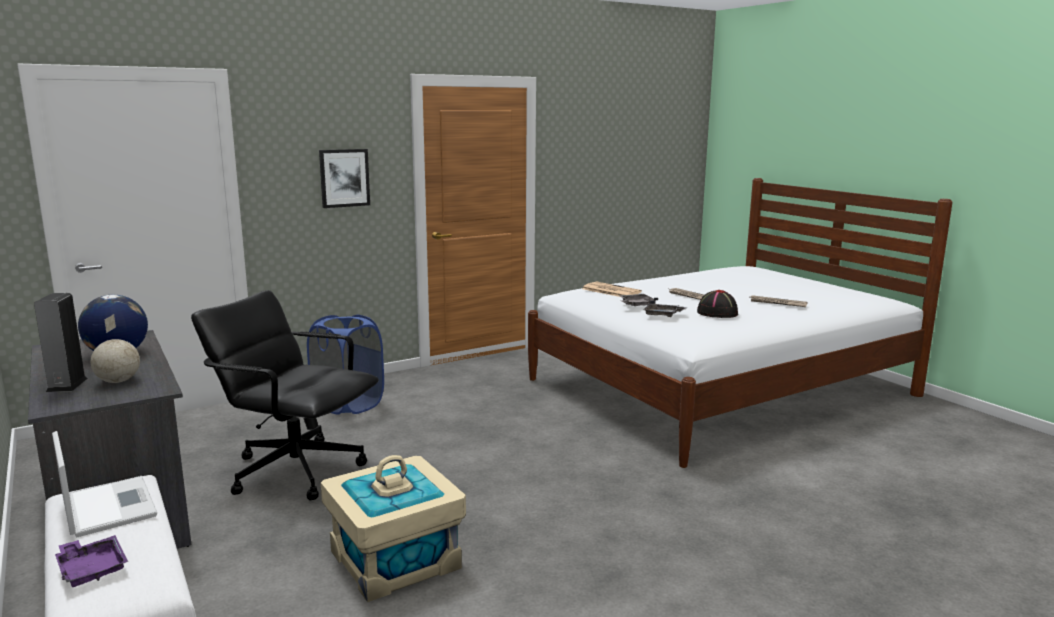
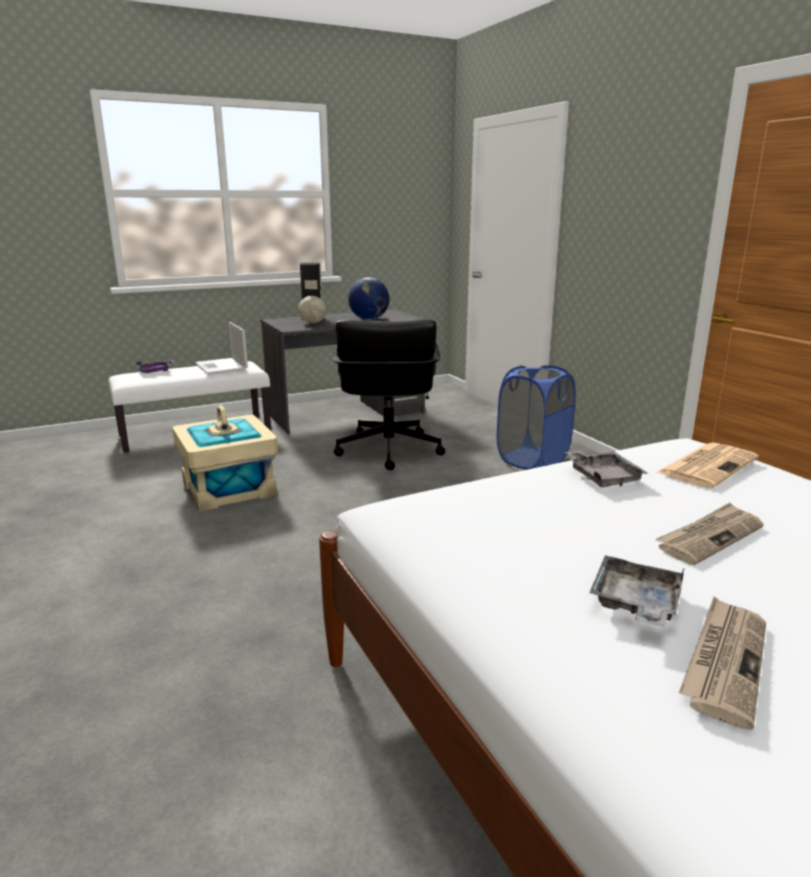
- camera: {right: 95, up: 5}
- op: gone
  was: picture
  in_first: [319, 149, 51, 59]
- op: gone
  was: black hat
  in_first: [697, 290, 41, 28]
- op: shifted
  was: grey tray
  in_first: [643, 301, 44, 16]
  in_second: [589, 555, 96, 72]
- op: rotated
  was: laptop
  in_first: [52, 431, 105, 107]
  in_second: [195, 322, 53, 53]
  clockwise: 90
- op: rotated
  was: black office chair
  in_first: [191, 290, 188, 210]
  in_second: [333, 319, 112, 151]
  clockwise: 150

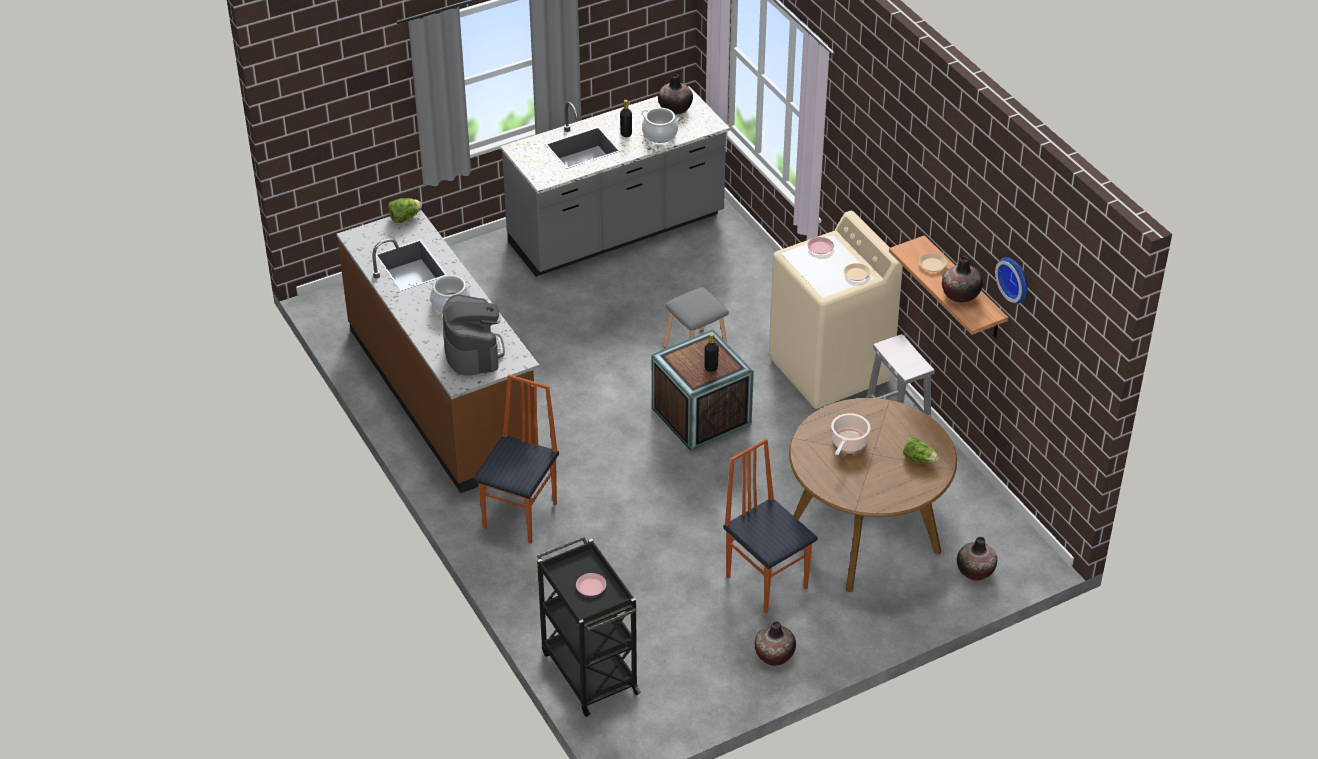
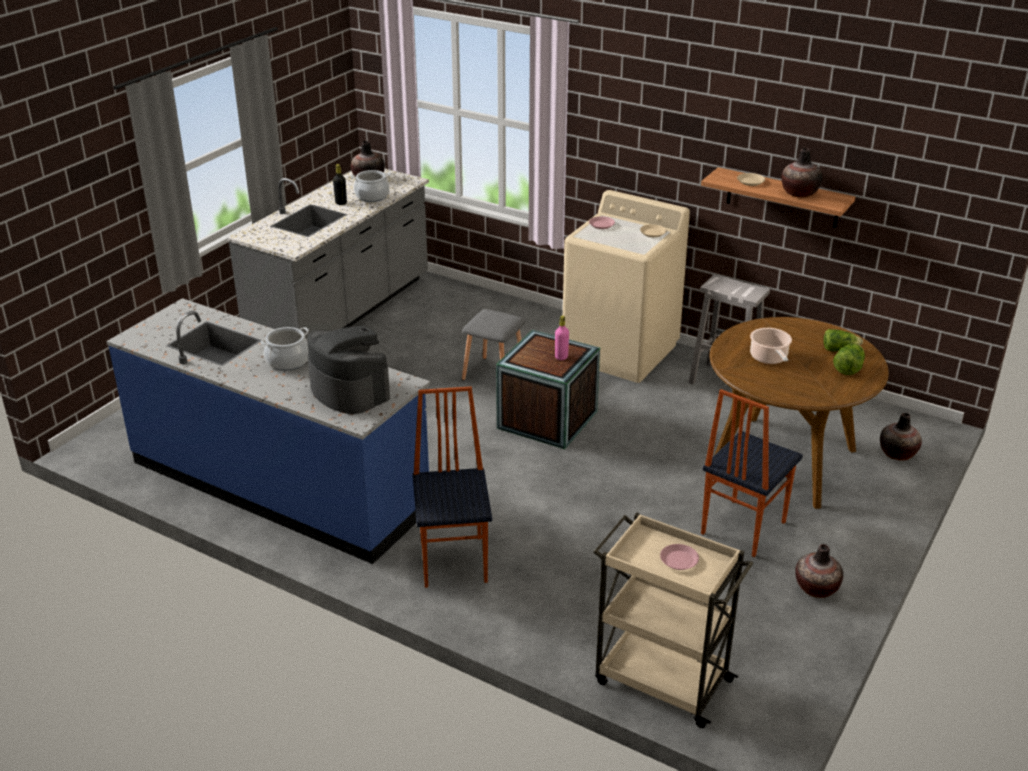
- camera: {right: -30, up: -10}
- op: gone
  was: wall clock
  in_first: [995, 257, 33, 47]
- op: shifted
  was: lettuce
  in_first: [388, 198, 34, 25]
  in_second: [833, 344, 32, 31]
- op: repainted
  was: brown counter
  now: blue counter
  in_first: [337, 210, 202, 283]
  in_second: [106, 298, 324, 266]
- op: repainted
  was: black cart
  now: beige cart
  in_first: [537, 537, 104, 180]
  in_second: [594, 513, 159, 215]
- op: repainted
  was: black bottle
  now: pink bottle
  in_first: [705, 334, 14, 38]
  in_second: [555, 316, 14, 44]
- op: rotated
  was: chair
  in_first: [723, 439, 95, 174]
  in_second: [701, 389, 102, 168]
  clockwise: -75

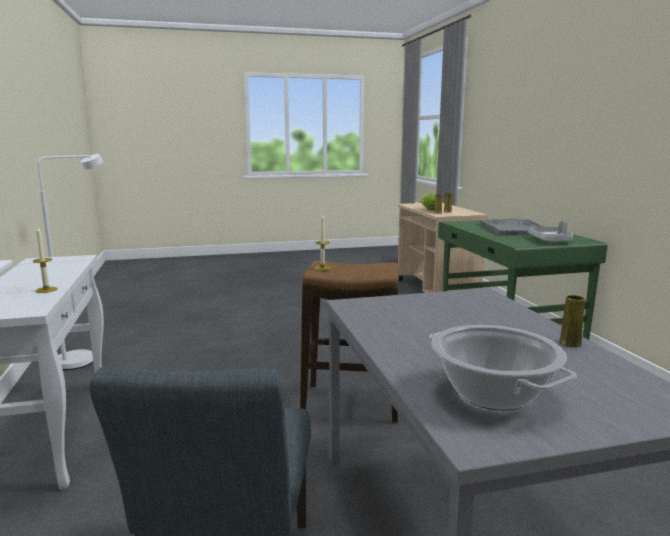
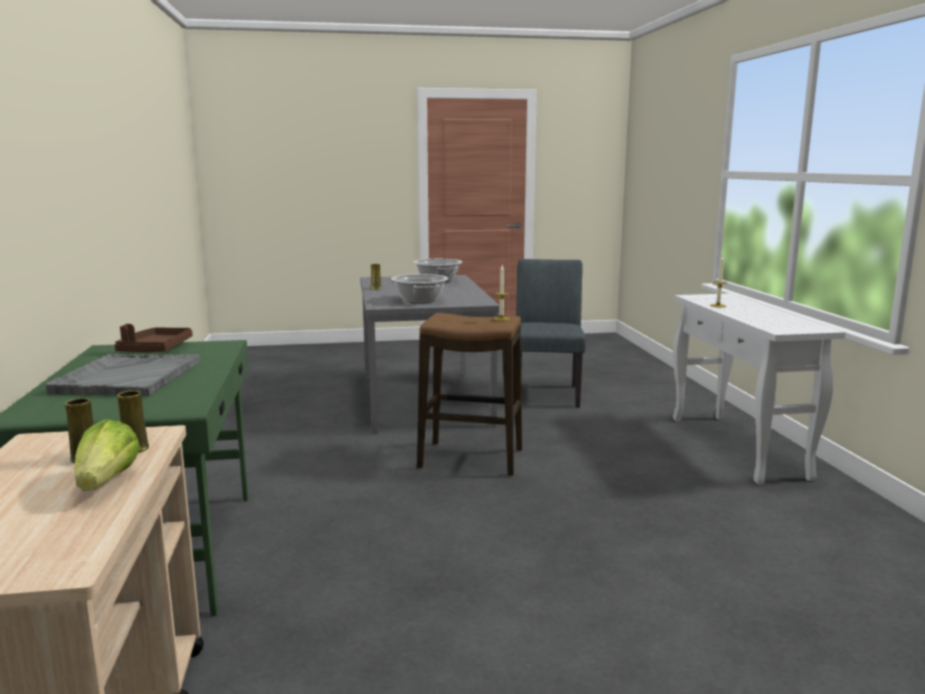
- camera: {right: -175, up: 0}
- op: gone
  was: white floor lamp
  in_first: [38, 154, 65, 216]
- op: new
  now: cooking pot
  in_second: [391, 274, 57, 30]
- op: repainted
  was: grey tray
  now: brown tray
  in_first: [527, 221, 46, 21]
  in_second: [114, 324, 78, 28]

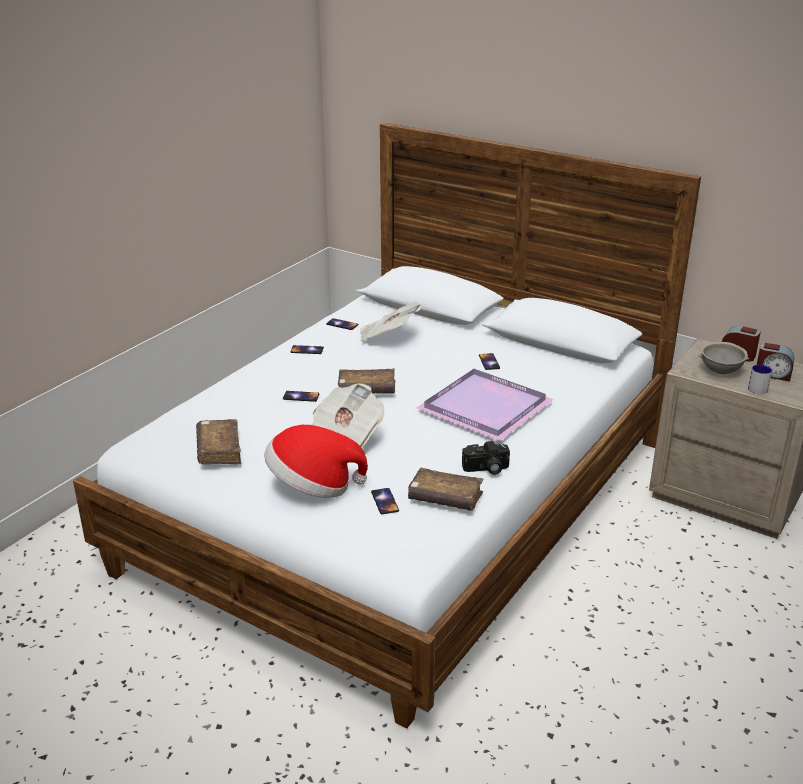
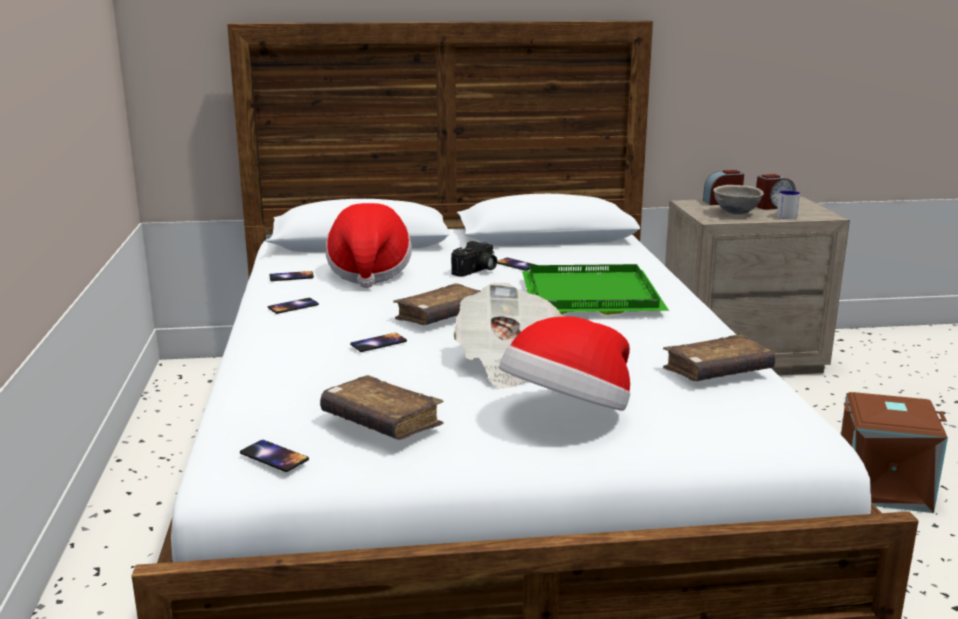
- camera: {right: -40, up: -10}
- op: new
  now: brown storage box
  in_second: [841, 392, 107, 121]
- op: shifted
  was: phone
  in_first: [371, 488, 28, 26]
  in_second: [240, 440, 69, 32]
- op: shifted
  was: photo camera
  in_first: [462, 441, 48, 34]
  in_second: [451, 241, 46, 36]
- op: swapped
  was: newspaper
  now: hat
  in_first: [360, 302, 62, 39]
  in_second: [326, 203, 86, 85]
- op: repainted
  was: purple tray
  now: green tray
  in_first: [416, 369, 138, 72]
  in_second: [522, 264, 147, 51]

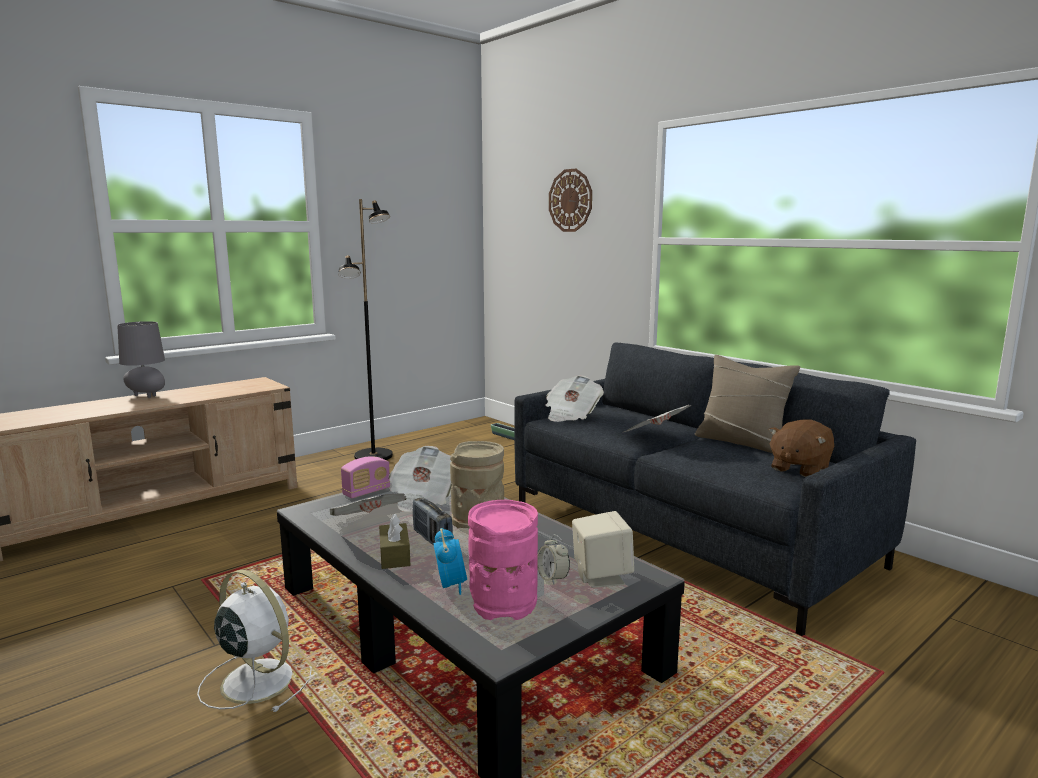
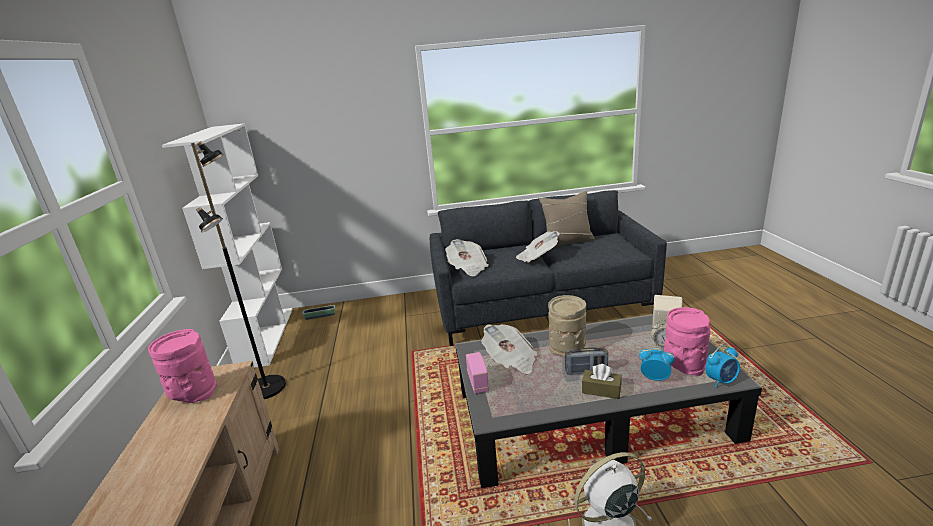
- camera: {right: -55, up: 10}
- op: gone
  was: grey table lamp
  in_first: [117, 321, 48, 77]
- op: gone
  was: newspaper
  in_first: [329, 493, 78, 23]
- op: gone
  was: wall clock
  in_first: [549, 169, 43, 63]
- op: gone
  was: brown plush toy
  in_first: [769, 420, 65, 57]
- op: new
  now: pink vase
  in_second: [148, 329, 69, 74]
- op: new
  now: white bookcase
  in_second: [162, 123, 131, 245]
- op: new
  now: alarm clock
  in_second: [706, 345, 34, 43]

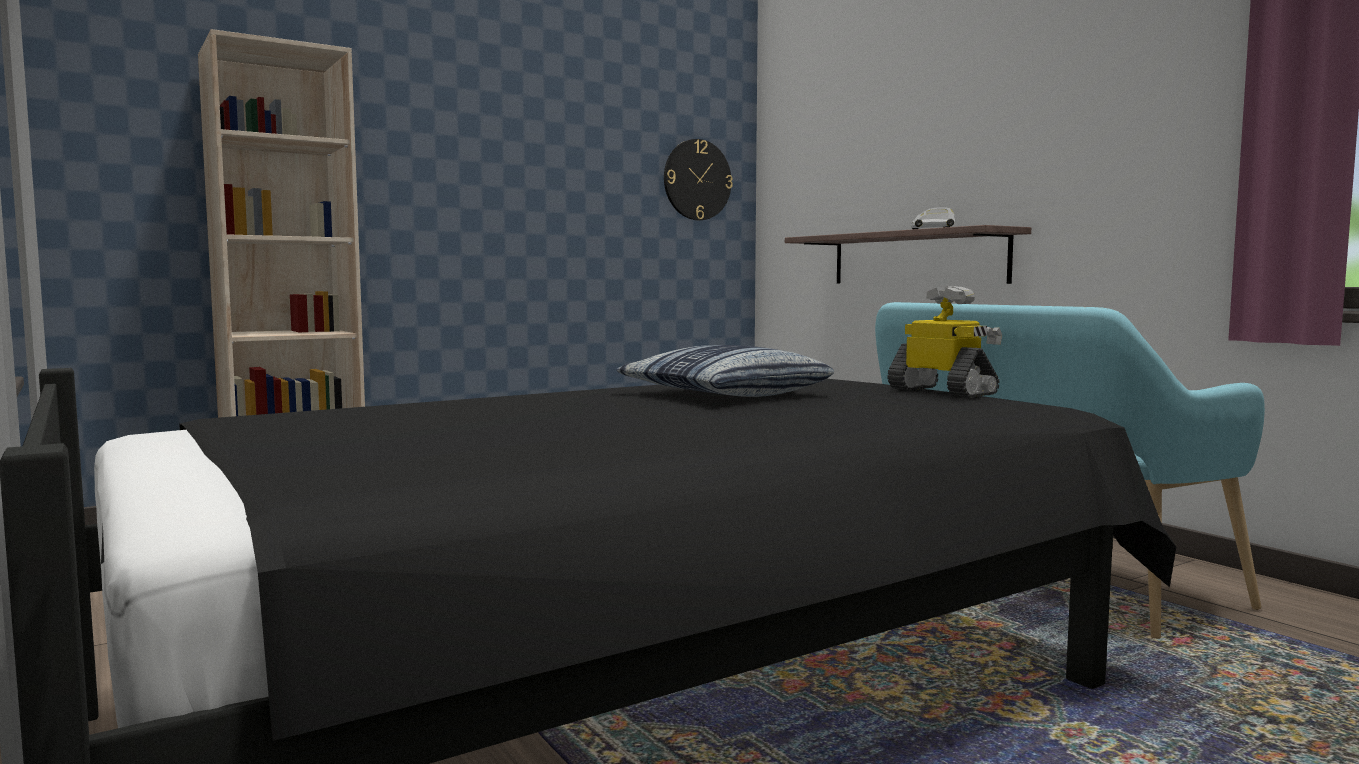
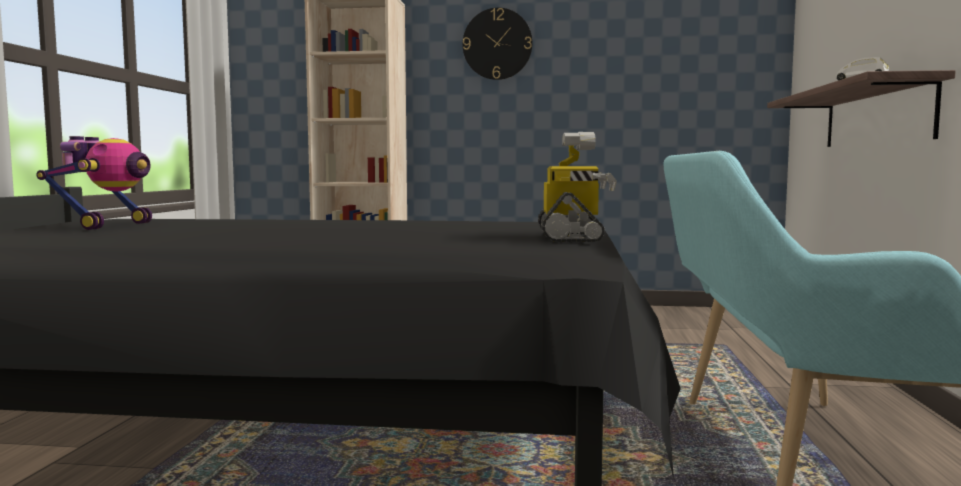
- camera: {right: 40, up: 0}
- op: gone
  was: pillow
  in_first: [616, 345, 218, 52]
- op: new
  now: toy robot
  in_second: [36, 136, 116, 94]
- op: shifted
  was: wall clock
  in_first: [664, 139, 69, 81]
  in_second: [463, 8, 70, 72]

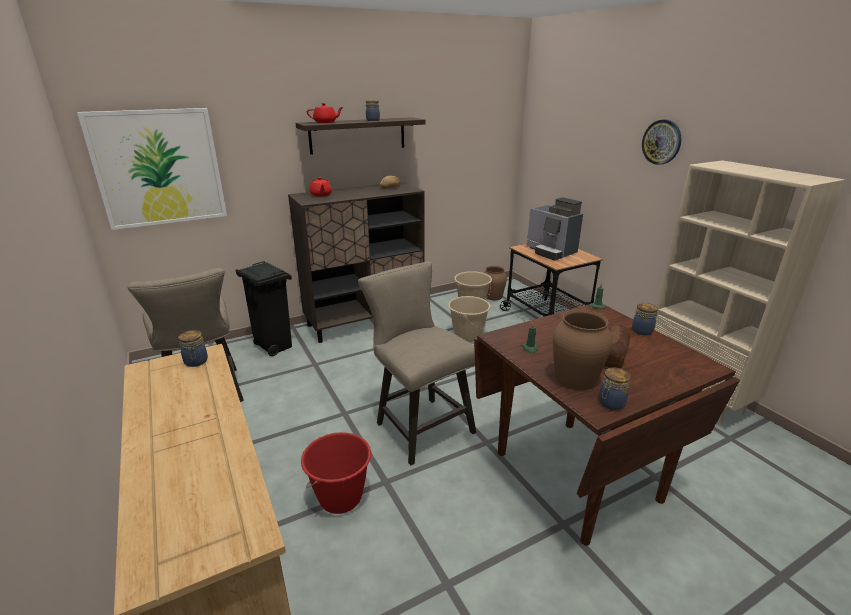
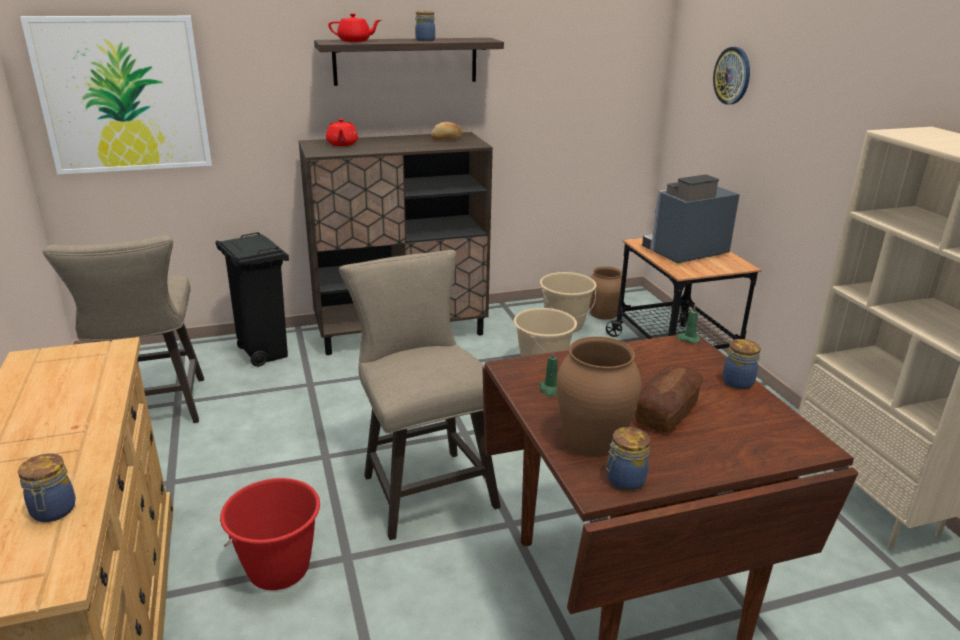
- camera: {right: 10, up: 0}
- op: shifted
  was: jar
  in_first: [178, 330, 30, 37]
  in_second: [18, 454, 58, 68]
- op: shifted
  was: wall clock
  in_first: [642, 119, 39, 46]
  in_second: [713, 47, 37, 58]
- op: rotated
  was: coffee machine
  in_first: [527, 197, 56, 63]
  in_second: [642, 175, 98, 88]
  clockwise: 90

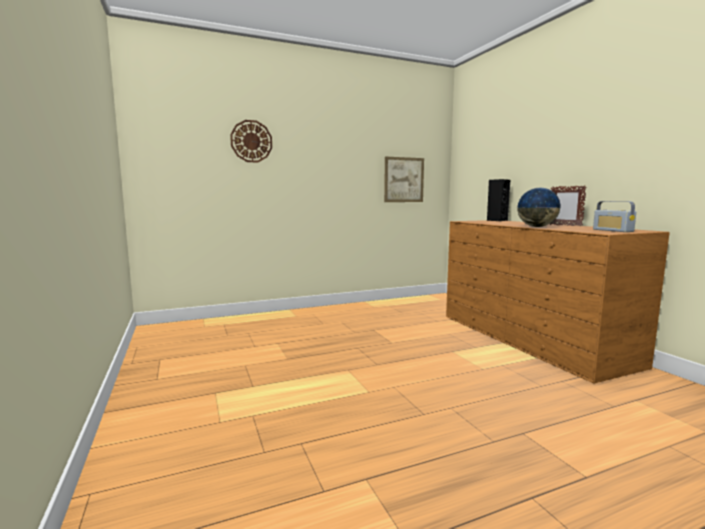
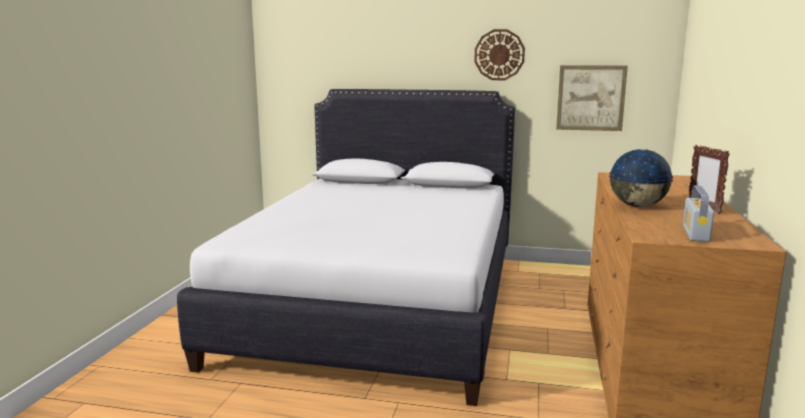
- camera: {right: 35, up: 5}
- op: gone
  was: black speaker
  in_first: [487, 179, 23, 42]
- op: new
  now: white bed
  in_second: [177, 89, 338, 317]
- op: shifted
  was: wall clock
  in_first: [230, 120, 42, 43]
  in_second: [474, 29, 51, 51]

